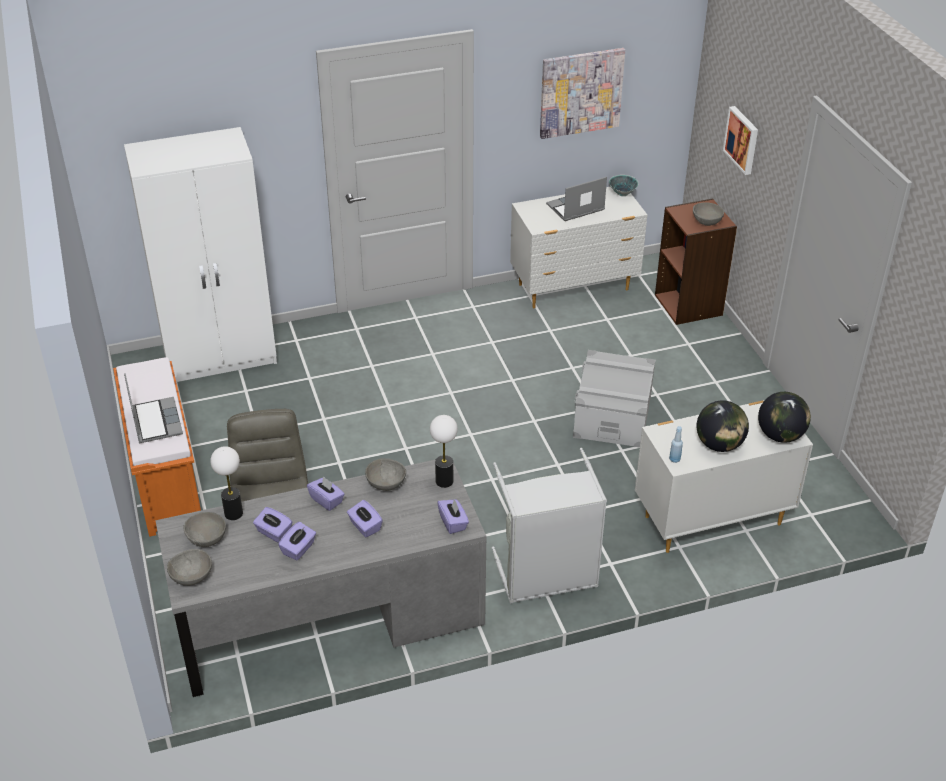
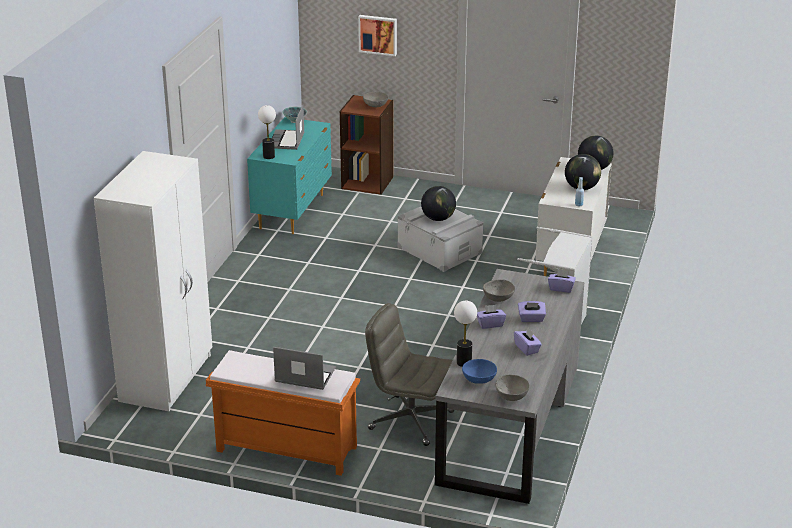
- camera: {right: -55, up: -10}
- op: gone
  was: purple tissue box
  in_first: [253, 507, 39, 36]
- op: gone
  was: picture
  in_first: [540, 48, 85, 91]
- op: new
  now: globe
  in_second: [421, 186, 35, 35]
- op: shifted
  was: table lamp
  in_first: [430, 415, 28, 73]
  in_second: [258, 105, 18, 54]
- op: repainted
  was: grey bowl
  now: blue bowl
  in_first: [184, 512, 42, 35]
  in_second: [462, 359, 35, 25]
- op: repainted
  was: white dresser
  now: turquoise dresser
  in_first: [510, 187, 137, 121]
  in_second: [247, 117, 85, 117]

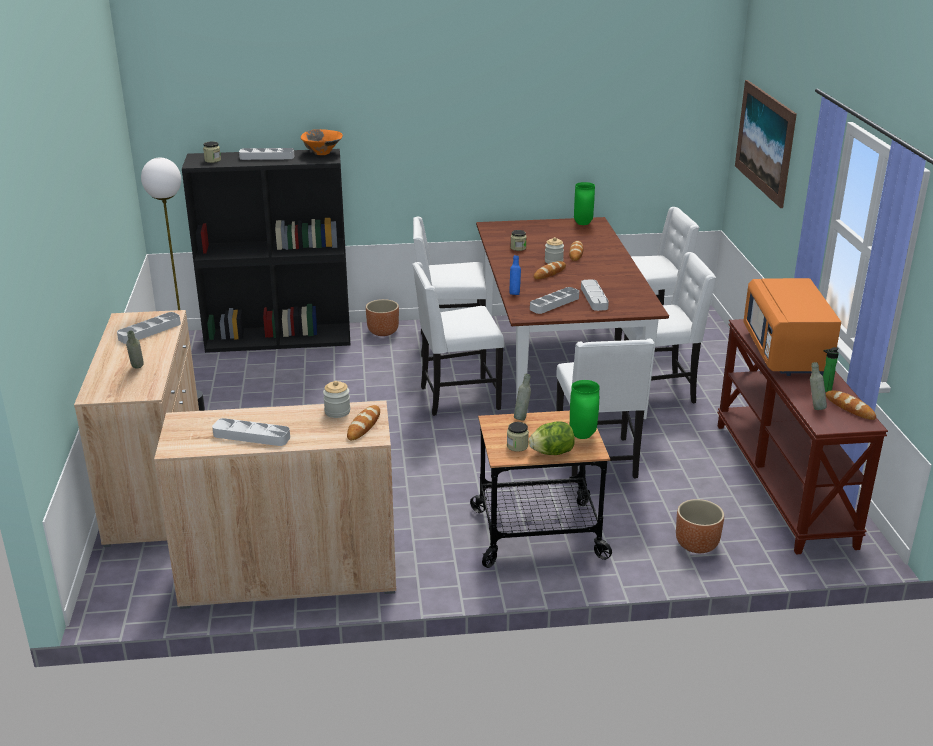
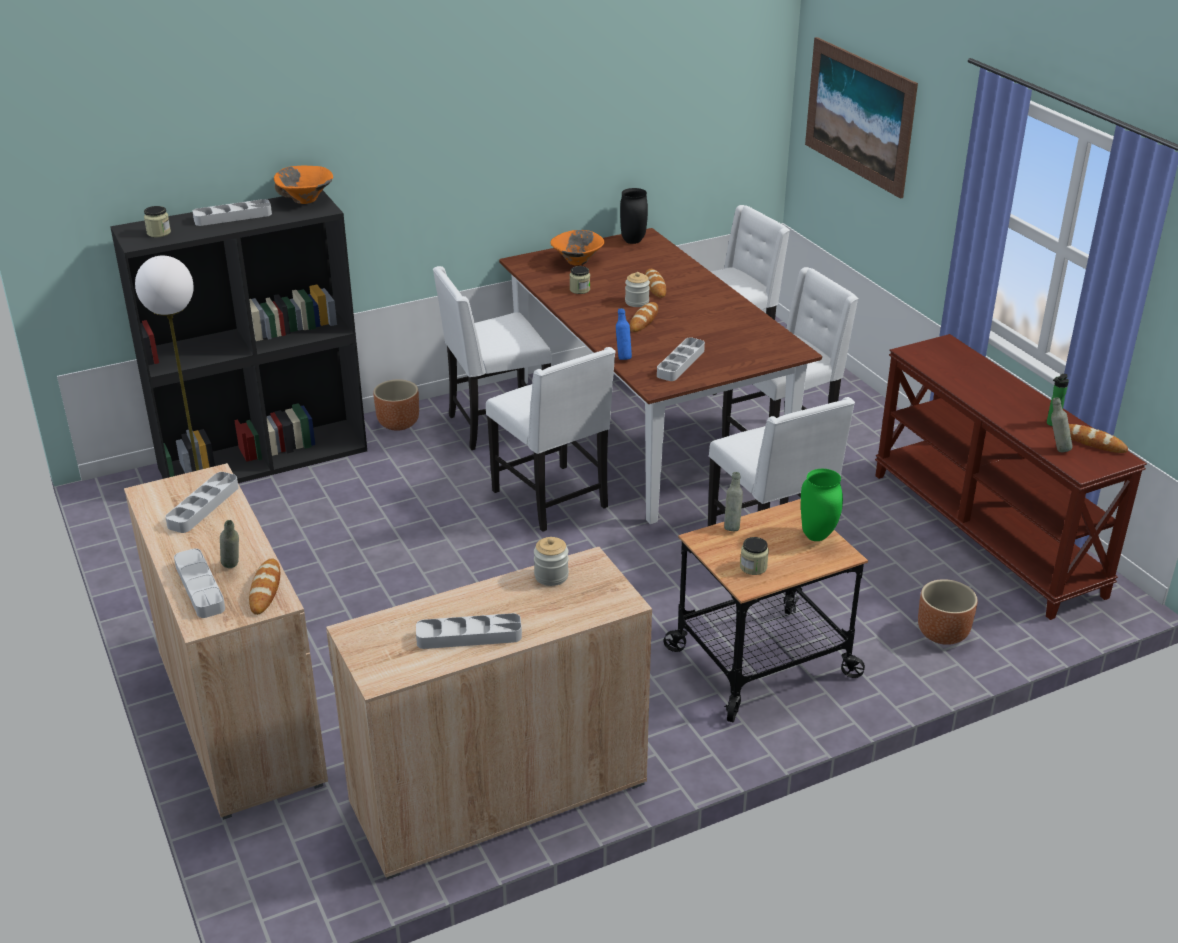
- camera: {right: -20, up: 5}
- op: gone
  was: lettuce
  in_first: [529, 421, 46, 34]
- op: gone
  was: orange microwave
  in_first: [743, 278, 98, 98]
- op: new
  now: orange bowl
  in_second: [551, 230, 54, 36]
- op: shifted
  was: bread
  in_first: [347, 405, 33, 35]
  in_second: [249, 558, 31, 57]
- op: shifted
  was: grey tray
  in_first: [581, 279, 28, 32]
  in_second: [174, 549, 51, 69]
- op: repainted
  was: green vase
  now: black vase
  in_first: [574, 182, 21, 43]
  in_second: [620, 188, 28, 56]
- op: rotated
  was: white chair
  in_first: [412, 262, 92, 154]
  in_second: [486, 347, 130, 185]
  clockwise: -90

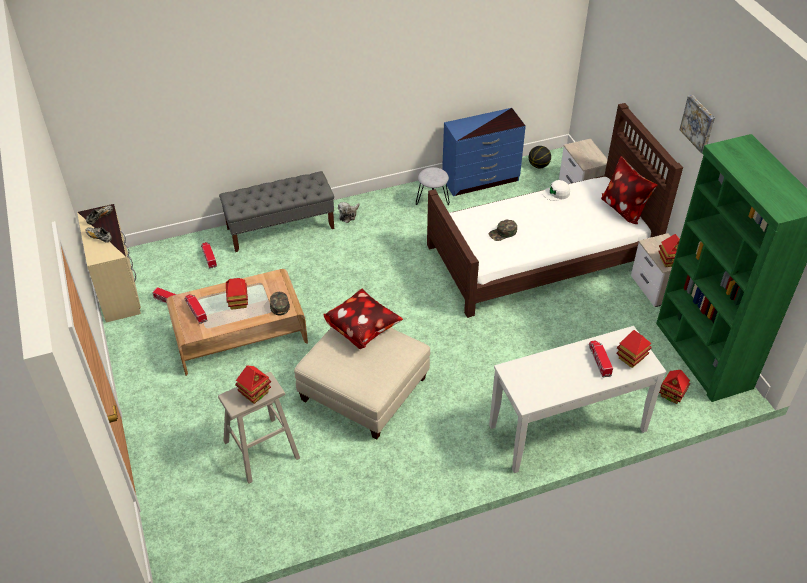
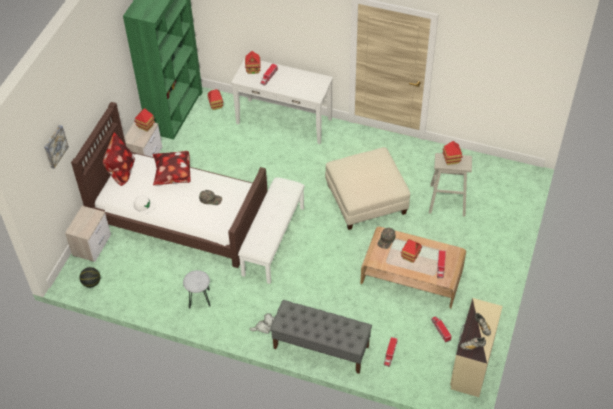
- camera: {right: -140, up: 5}
- op: gone
  was: blue dresser
  in_first: [442, 108, 84, 88]
- op: new
  now: white bench
  in_second: [238, 177, 67, 107]
- op: shifted
  was: pillow
  in_first: [323, 289, 80, 60]
  in_second: [153, 151, 38, 34]
- op: shifted
  was: picture
  in_first: [679, 95, 36, 58]
  in_second: [44, 125, 25, 44]

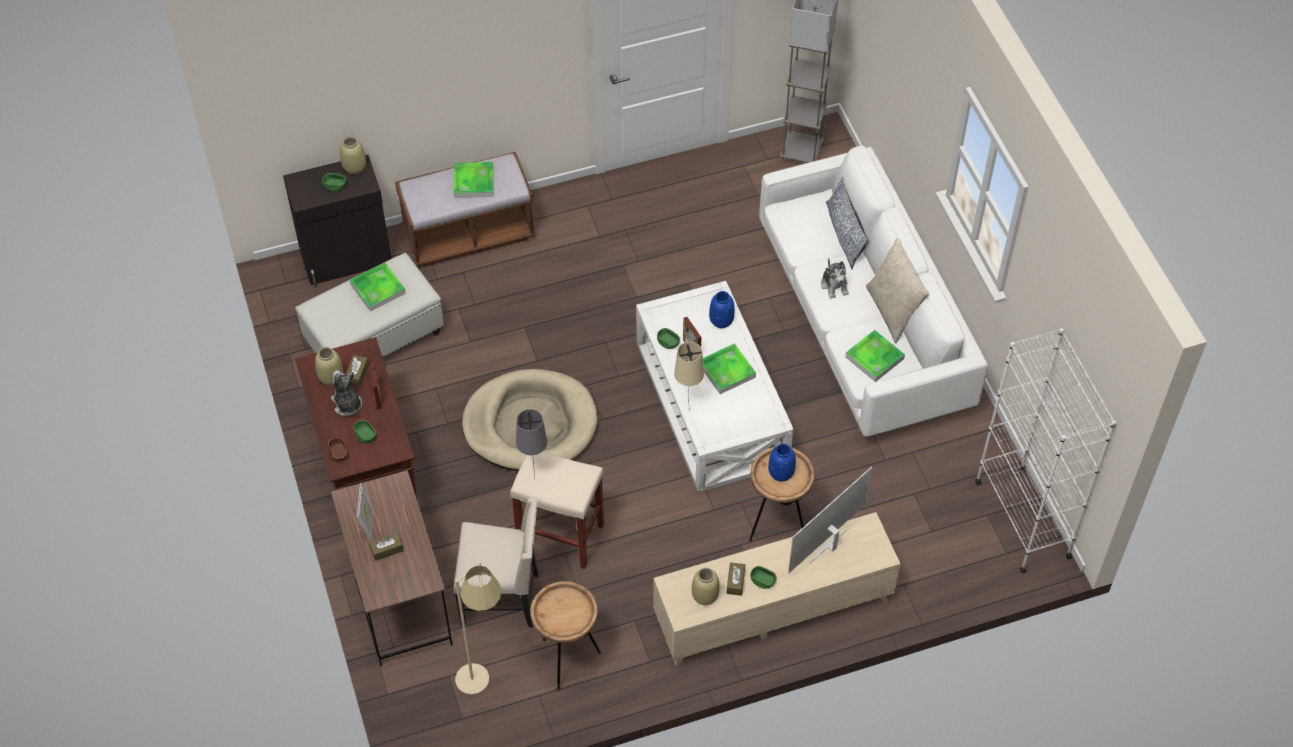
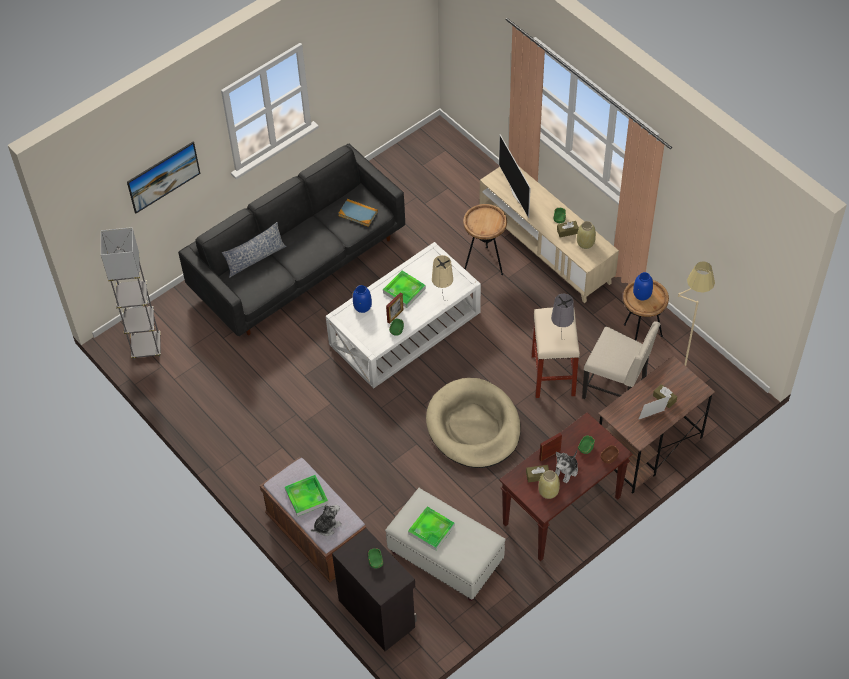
- camera: {right: -110, up: 0}
- op: gone
  was: beige vase
  in_first: [340, 136, 26, 38]
- op: gone
  was: beige pillow
  in_first: [866, 237, 63, 106]
- op: gone
  was: white bookcase
  in_first: [975, 328, 141, 245]
- op: new
  now: picture
  in_second: [127, 142, 73, 71]
- op: shifted
  was: blue vase
  in_first: [768, 443, 28, 39]
  in_second: [633, 272, 20, 28]
- op: shifted
  was: plush toy
  in_first: [821, 258, 28, 41]
  in_second: [311, 505, 31, 31]
- op: swapped
  was: tray
  now: book
  in_first: [845, 330, 60, 52]
  in_second: [338, 199, 40, 28]
- op: repainted
  was: white sofa
  now: black sofa
  in_first: [759, 146, 229, 291]
  in_second: [178, 144, 227, 192]
- op: rotated
  was: beige chair
  in_first: [453, 497, 86, 130]
  in_second: [582, 321, 78, 78]
  clockwise: 135
- op: rotated
  was: television
  in_first: [788, 467, 84, 106]
  in_second: [499, 134, 32, 84]
  clockwise: 45

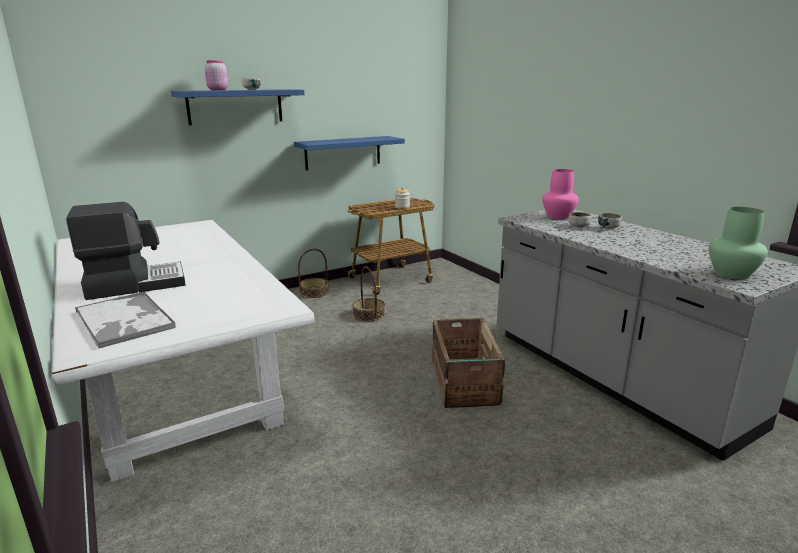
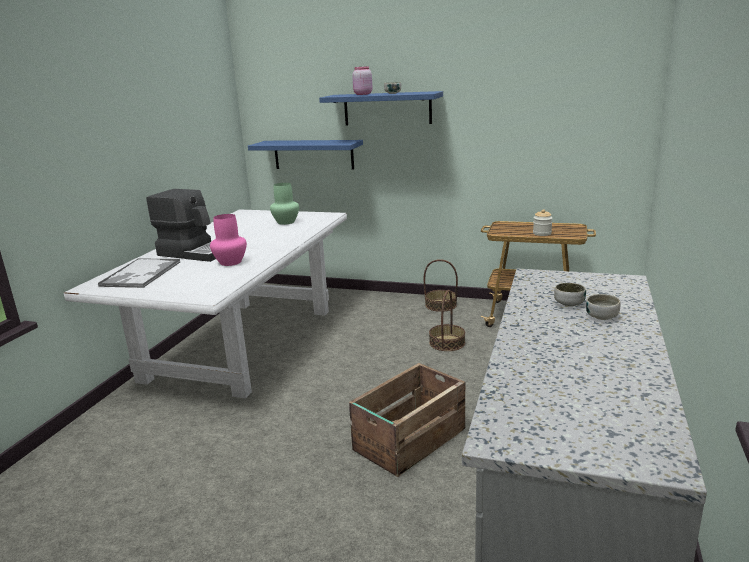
- camera: {right: 50, up: 0}
- op: shifted
  was: blue shelf
  in_first: [294, 136, 111, 34]
  in_second: [248, 140, 115, 30]
- op: shifted
  was: pink vase
  in_first: [542, 169, 37, 50]
  in_second: [210, 214, 37, 52]
- op: shifted
  was: green vase
  in_first: [709, 207, 59, 72]
  in_second: [270, 183, 29, 42]

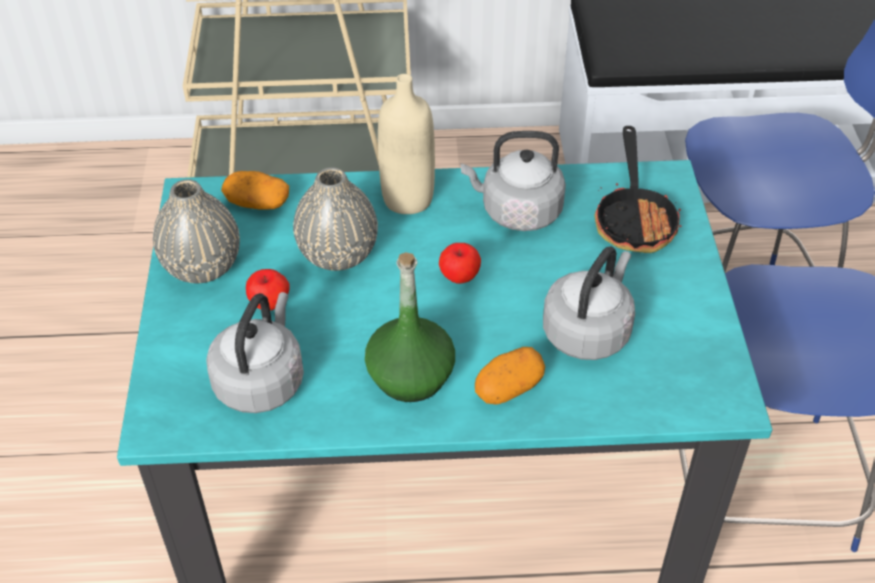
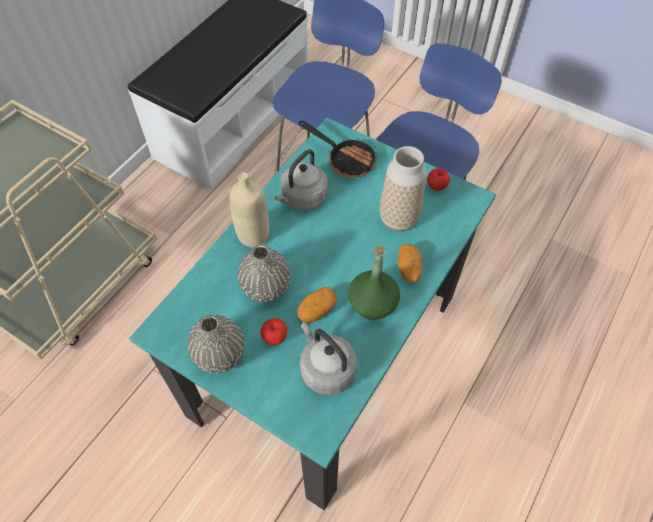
- camera: {right: -55, up: 10}
- op: shifted
  was: potato
  in_first: [221, 171, 68, 39]
  in_second: [297, 287, 40, 36]
- op: shifted
  was: apple
  in_first: [439, 243, 42, 41]
  in_second: [427, 168, 23, 23]
- op: swapped
  was: grey kettle
  now: vase
  in_first: [543, 247, 92, 113]
  in_second: [380, 146, 46, 85]

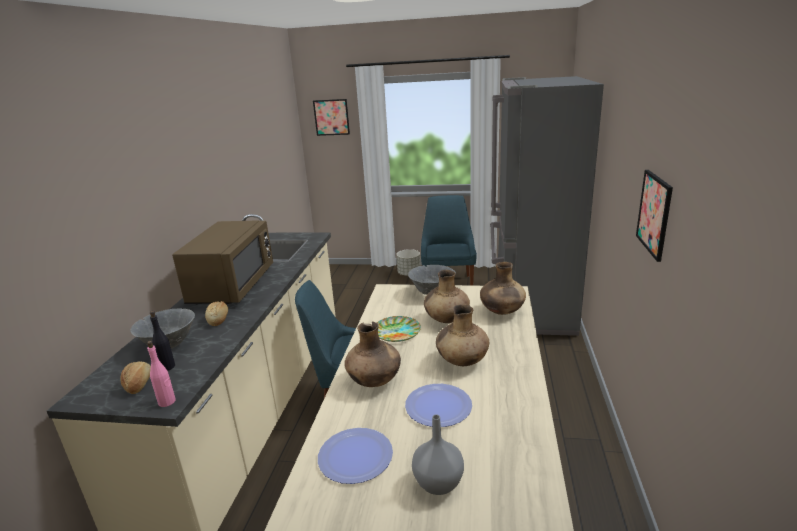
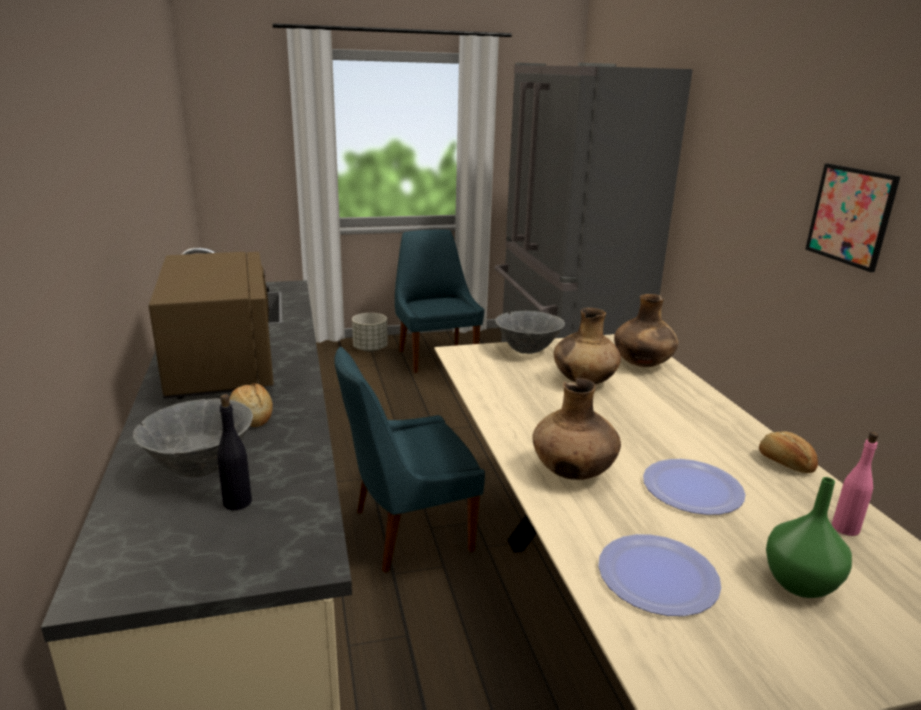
- camera: {right: -25, up: 0}
- op: gone
  was: picture
  in_first: [313, 99, 37, 37]
- op: gone
  was: plate
  in_first: [377, 316, 44, 26]
- op: gone
  was: brown vase
  in_first: [436, 304, 53, 62]
- op: shifted
  was: bread
  in_first: [120, 362, 31, 32]
  in_second: [759, 431, 59, 42]
- op: shifted
  was: pink bottle
  in_first: [147, 341, 29, 66]
  in_second: [832, 432, 46, 104]
- op: repainted
  was: grey vase
  now: green vase
  in_first: [412, 415, 52, 80]
  in_second: [766, 477, 86, 121]

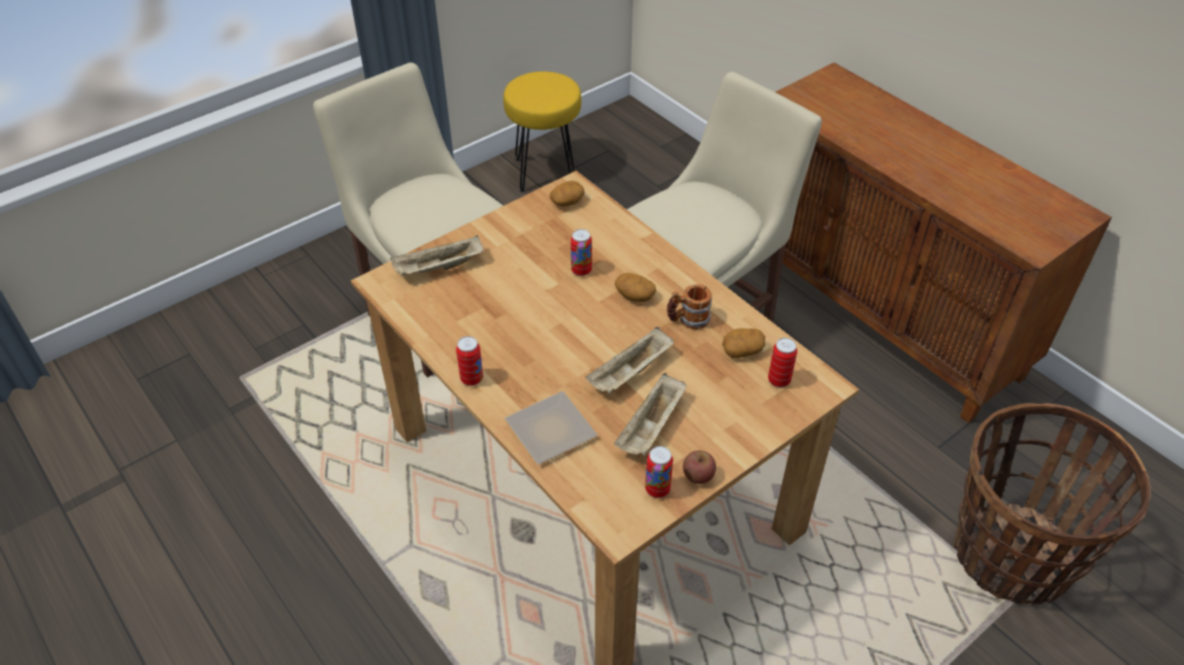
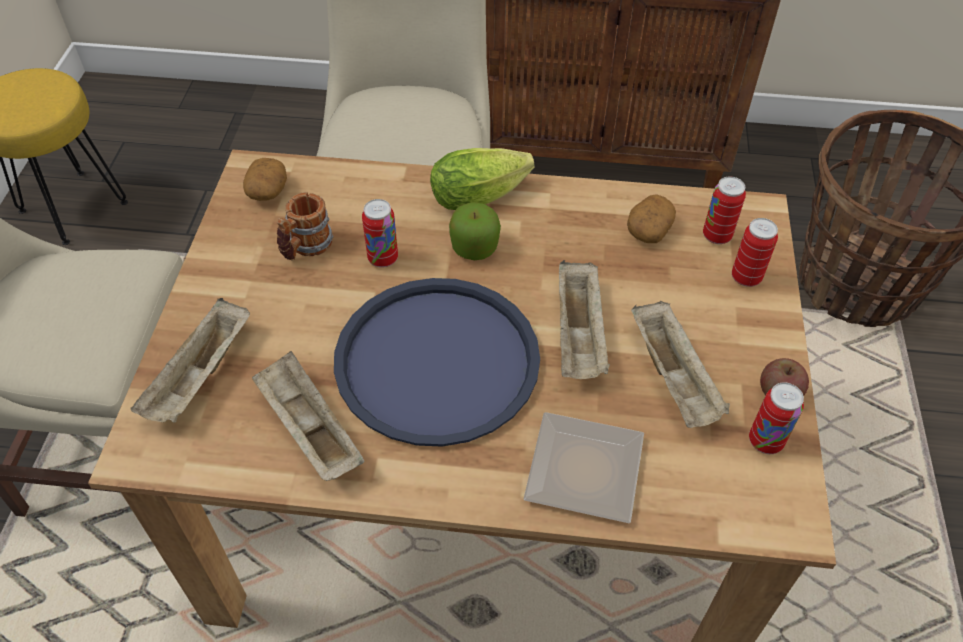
- camera: {right: -45, up: 5}
- op: new
  now: beige tray
  in_second: [252, 351, 112, 130]
- op: new
  now: blue tray
  in_second: [334, 278, 206, 169]
- op: new
  now: lettuce
  in_second: [430, 148, 104, 62]
- op: shifted
  was: can
  in_first: [456, 336, 27, 50]
  in_second: [732, 218, 46, 69]
- op: shifted
  was: mug
  in_first: [667, 284, 45, 45]
  in_second: [277, 192, 56, 69]
- op: swapped
  was: potato
  now: apple
  in_first: [615, 273, 41, 29]
  in_second: [449, 203, 52, 57]

